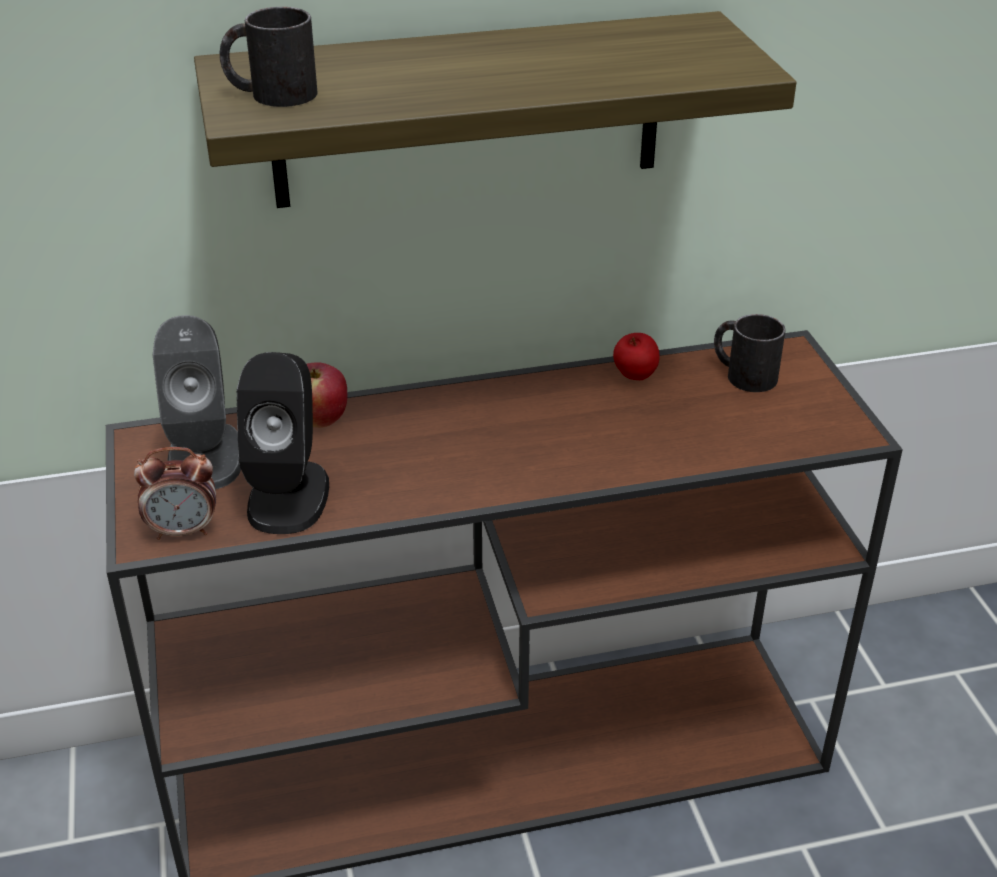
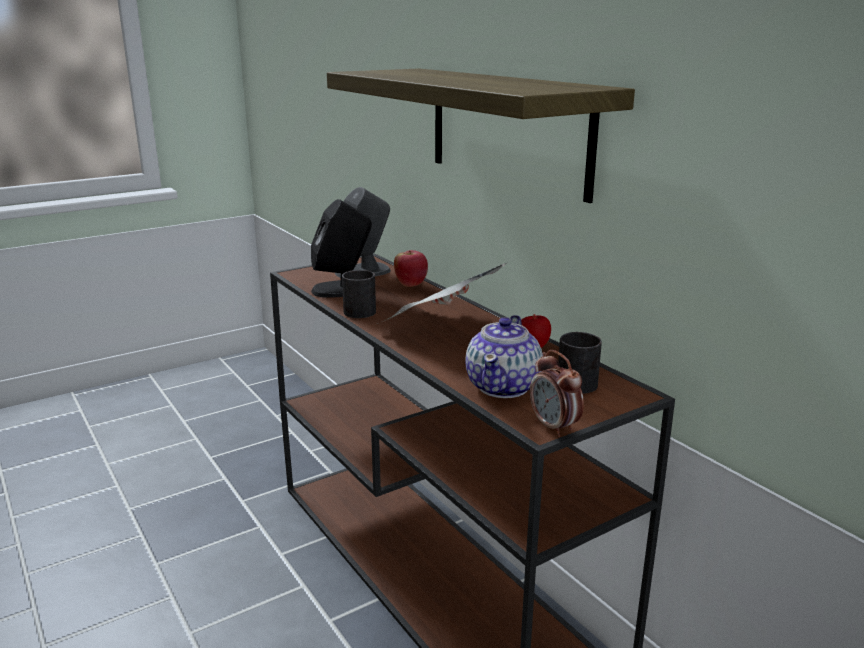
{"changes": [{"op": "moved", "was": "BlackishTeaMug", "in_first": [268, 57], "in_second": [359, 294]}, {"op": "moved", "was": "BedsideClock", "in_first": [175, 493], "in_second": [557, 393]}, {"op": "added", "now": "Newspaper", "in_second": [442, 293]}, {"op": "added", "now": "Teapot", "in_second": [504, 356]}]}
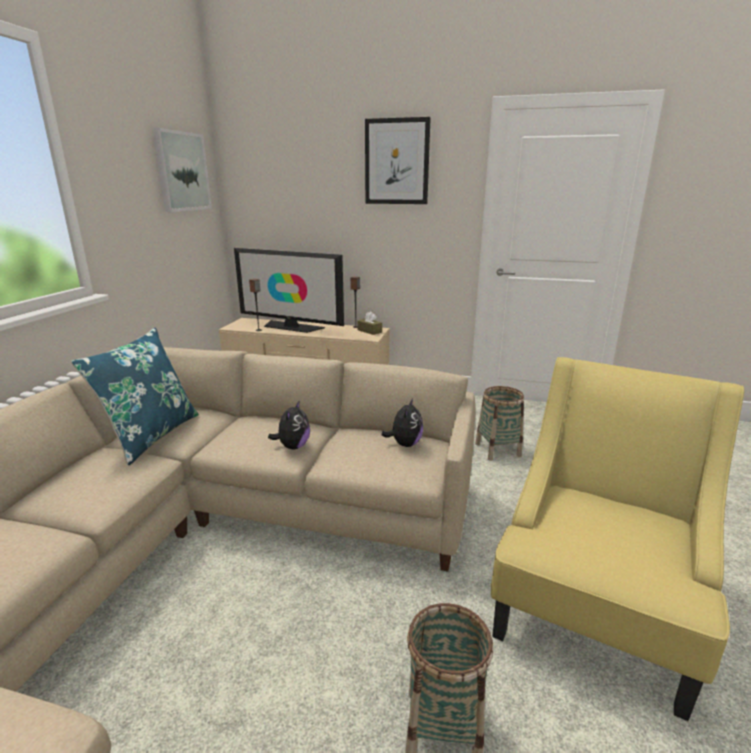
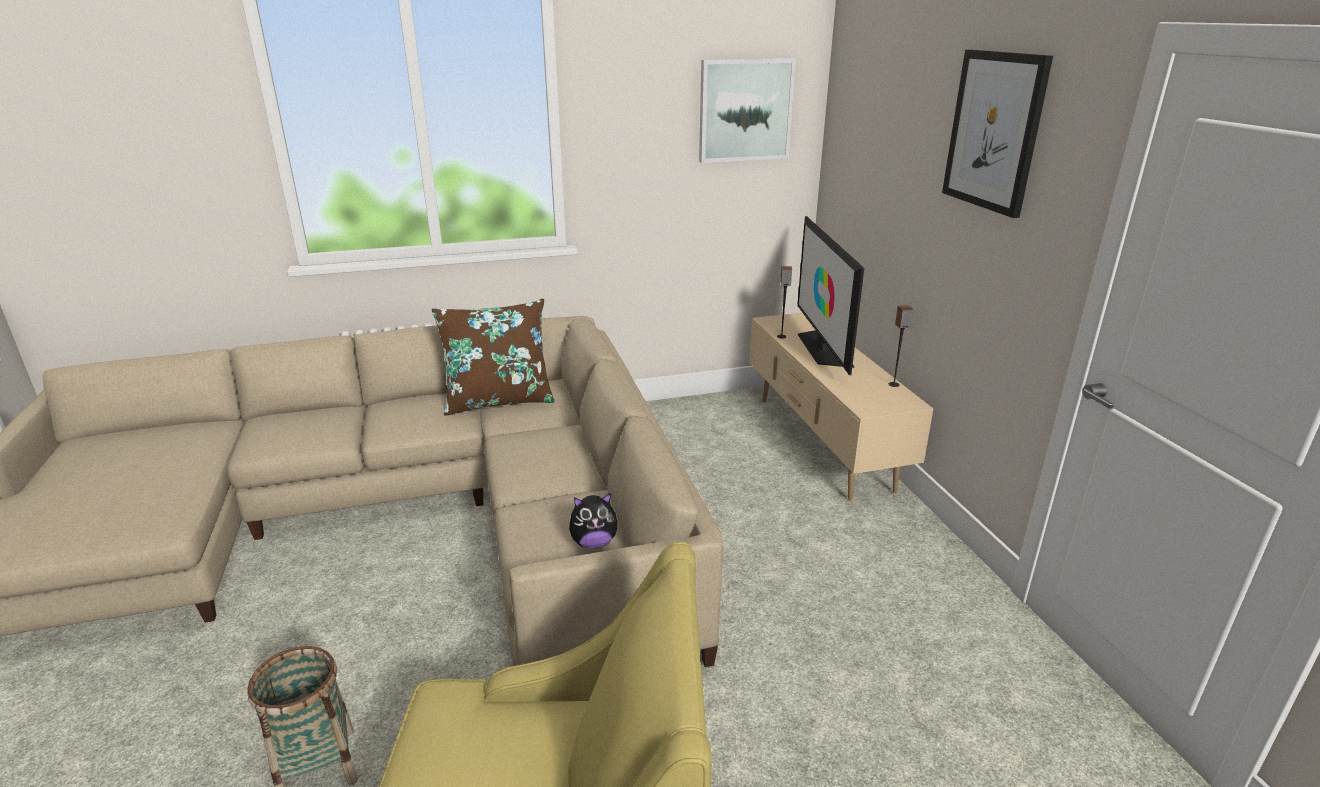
{"changes": [{"op": "removed", "was": "BrownColouredTissueBox", "in_first": [369, 323]}, {"op": "recoloured", "was": "BlueColouredThrowPillow", "now": "BrownColouredThrowPillow", "in_first": [135, 396], "in_second": [493, 357]}, {"op": "removed", "was": "HouseholdBasket", "in_first": [499, 423]}, {"op": "removed", "was": "CuddlyToy", "in_first": [289, 424]}]}
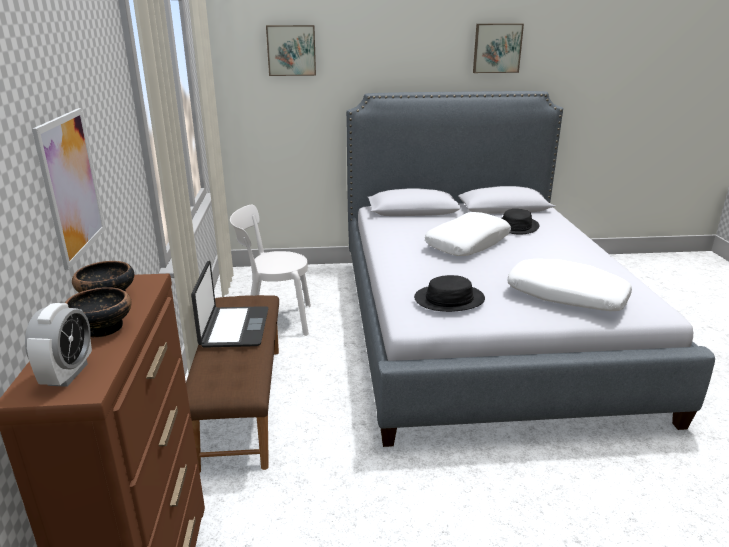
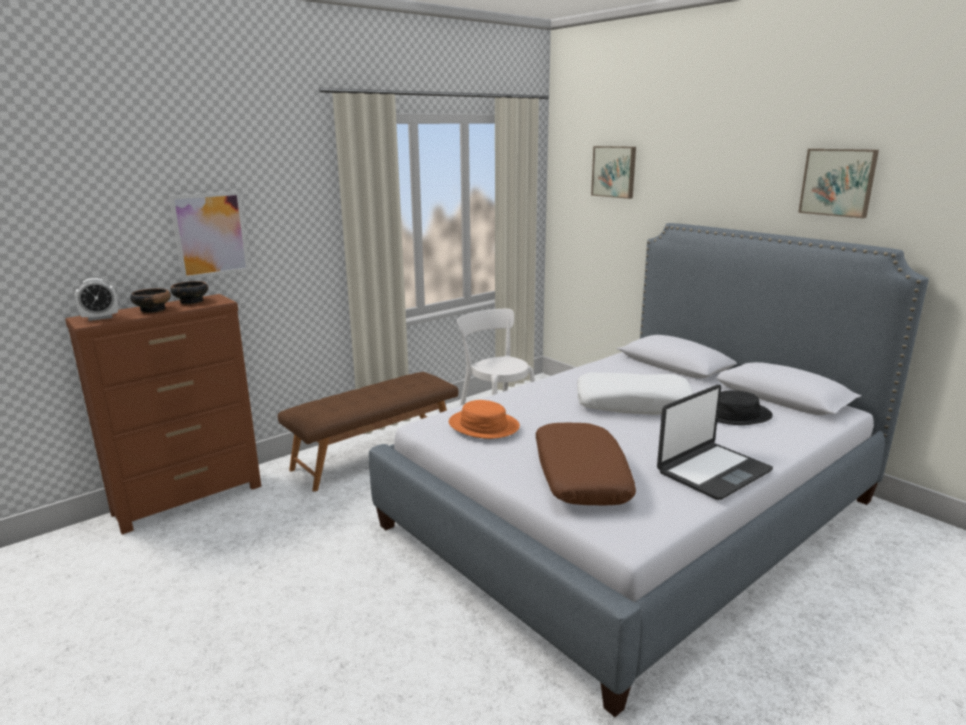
{"changes": [{"op": "recoloured", "was": "WhiteThrowPillow", "now": "BrownColouredThrowPillow", "in_first": [570, 285], "in_second": [586, 464]}, {"op": "moved", "was": "Laptop", "in_first": [229, 304], "in_second": [715, 442]}, {"op": "recoloured", "was": "BlackishClothingHat", "now": "OrangeColouredClothingHat", "in_first": [449, 293], "in_second": [484, 419]}]}
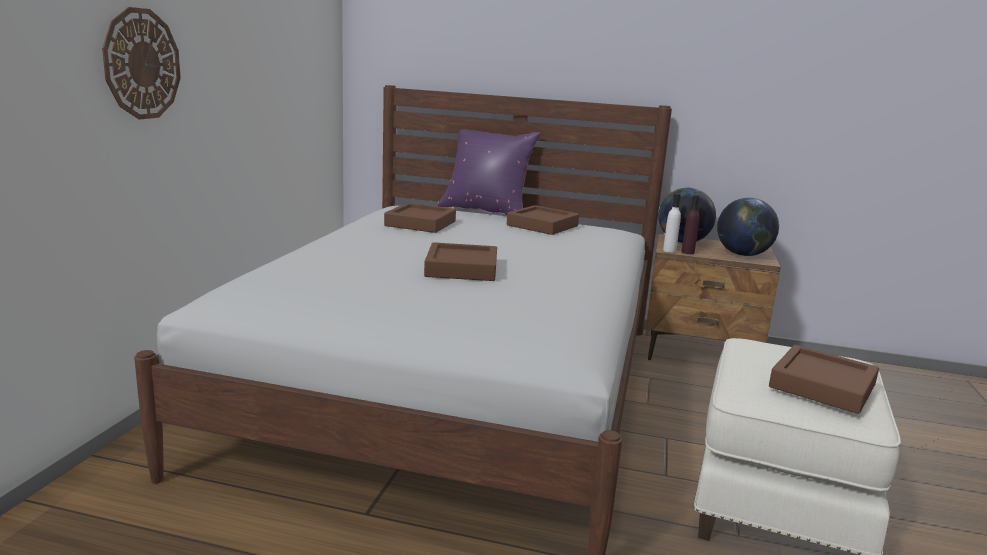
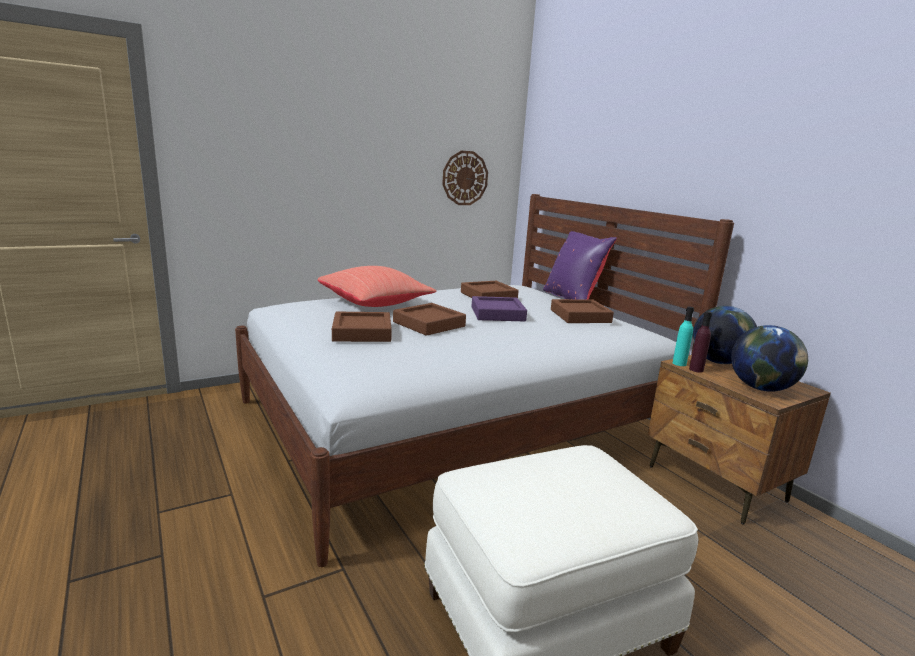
{"changes": [{"op": "moved", "was": "ClockOnTheWall", "in_first": [141, 63], "in_second": [465, 178]}, {"op": "recoloured", "was": "WhiteBottle", "now": "BlueGreenBottle", "in_first": [672, 223], "in_second": [683, 336]}, {"op": "moved", "was": "BrownColouredCarryingTray", "in_first": [824, 379], "in_second": [362, 327]}, {"op": "added", "now": "ReddishThrowPillow", "in_second": [376, 286]}, {"op": "added", "now": "PurpleCarryingTray", "in_second": [499, 308]}]}
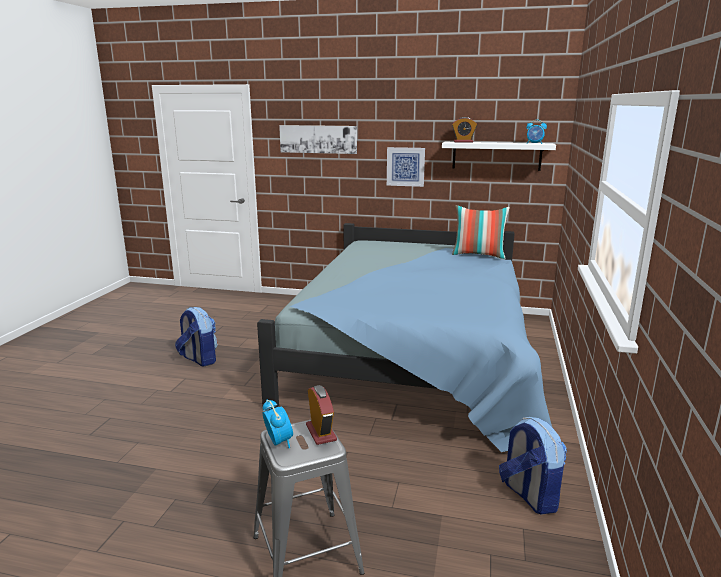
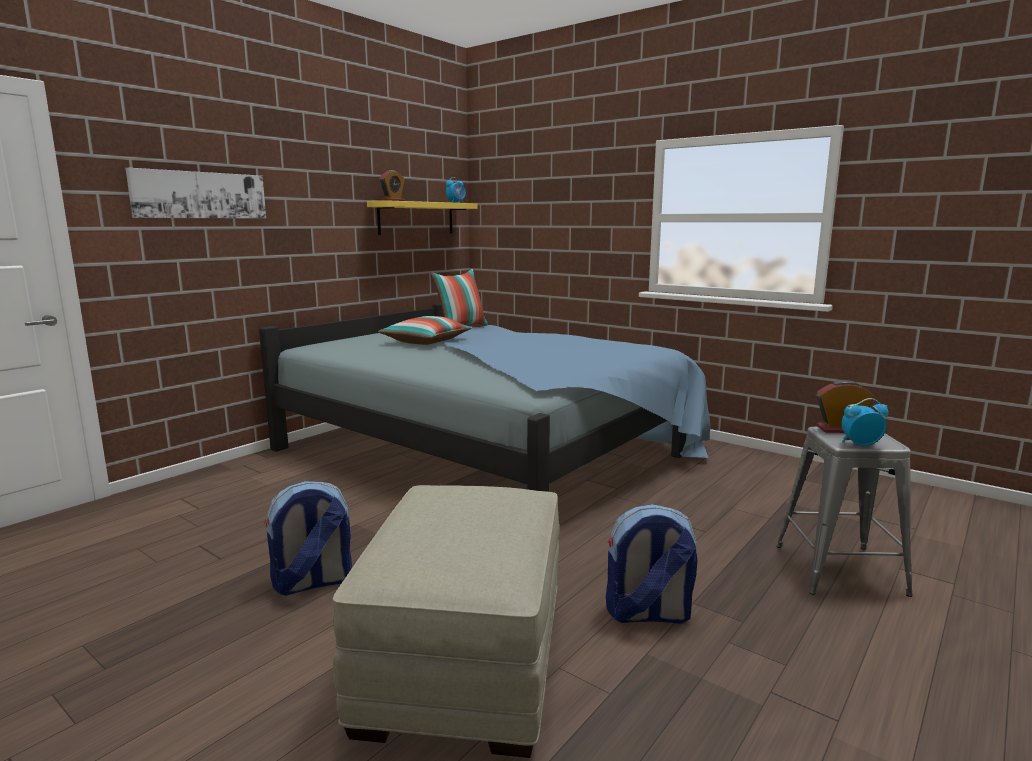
{"changes": [{"op": "recoloured", "was": "WhiteWallShelf", "now": "YellowWallShelf", "in_first": [499, 156], "in_second": [422, 217]}, {"op": "removed", "was": "WallPicture", "in_first": [406, 167]}, {"op": "moved", "was": "Rucksack", "in_first": [533, 466], "in_second": [651, 564]}, {"op": "added", "now": "ThrowPillow", "in_second": [424, 330]}, {"op": "added", "now": "BeigeColouredFootrest", "in_second": [446, 621]}]}
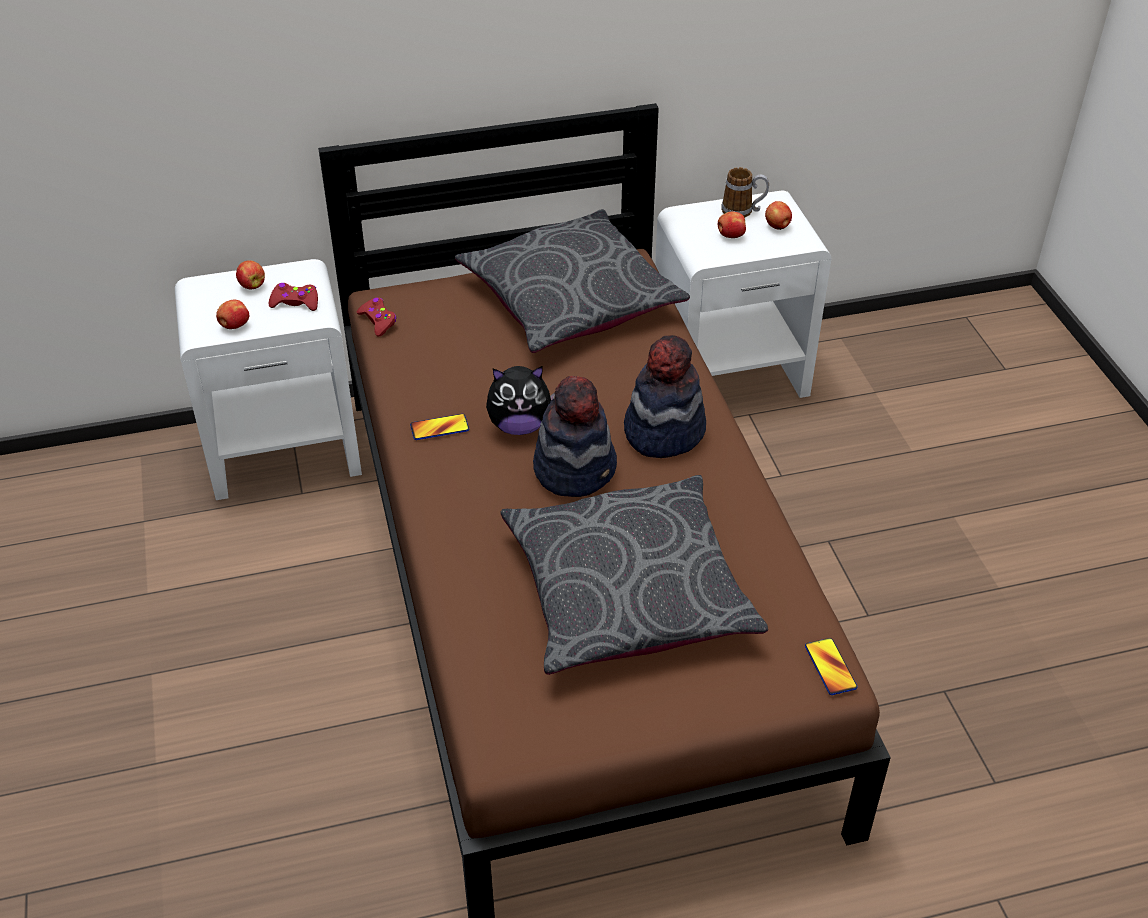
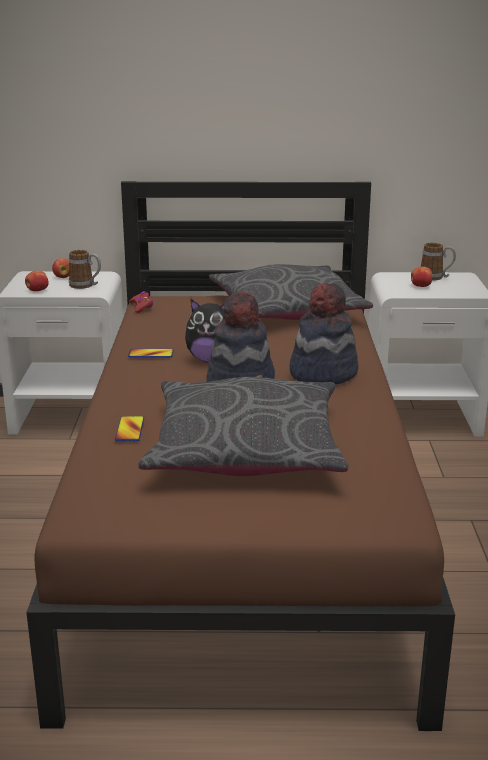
{"changes": [{"op": "removed", "was": "Apple", "in_first": [778, 215]}, {"op": "replaced", "was": "ReddishJoypad", "now": "TeaMug", "in_first": [293, 297], "in_second": [85, 269]}, {"op": "moved", "was": "Phone", "in_first": [831, 666], "in_second": [129, 428]}]}
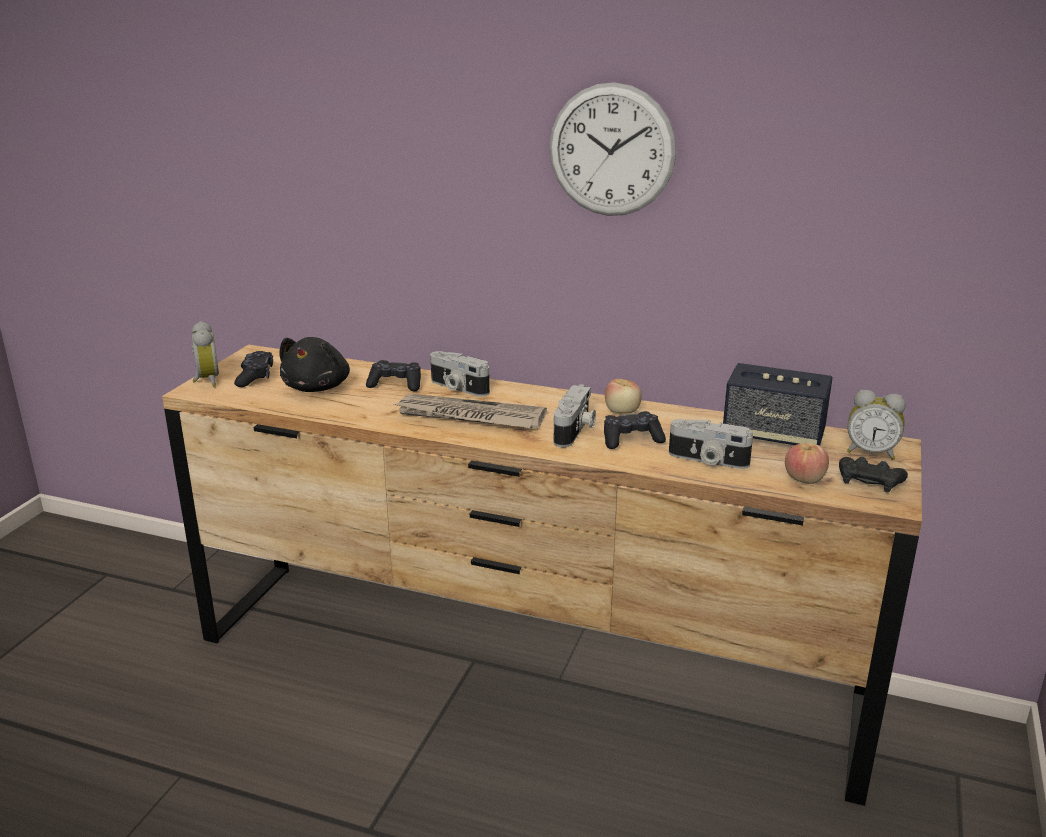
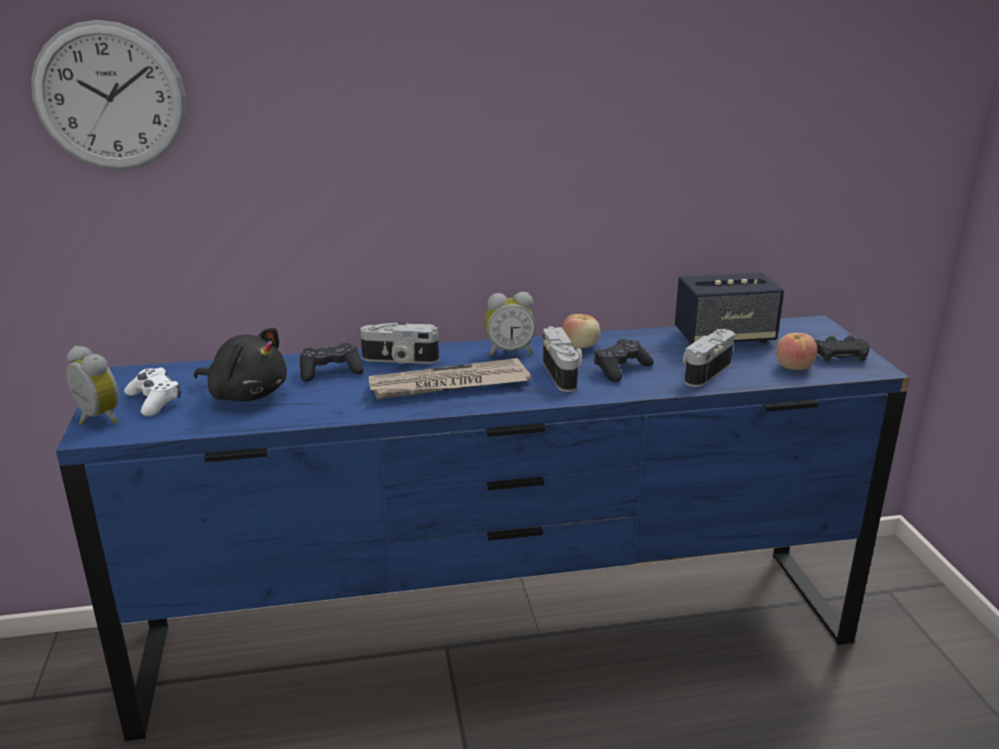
{"changes": [{"op": "moved", "was": "ClockOnTheWall", "in_first": [612, 149], "in_second": [108, 95]}, {"op": "turned", "was": "BlackishCuddlyToy", "in_first": [314, 364], "in_second": [240, 364], "clockwise": -45}, {"op": "recoloured", "was": "BrownColouredDresser", "now": "BlueColouredDresser", "in_first": [542, 575], "in_second": [483, 528]}, {"op": "recoloured", "was": "BlackishJoypad", "now": "WhiteJoypad", "in_first": [253, 369], "in_second": [152, 392]}, {"op": "moved", "was": "BedsideClock", "in_first": [876, 425], "in_second": [510, 324]}, {"op": "turned", "was": "StillCamera", "in_first": [711, 444], "in_second": [708, 358], "clockwise": 135}]}
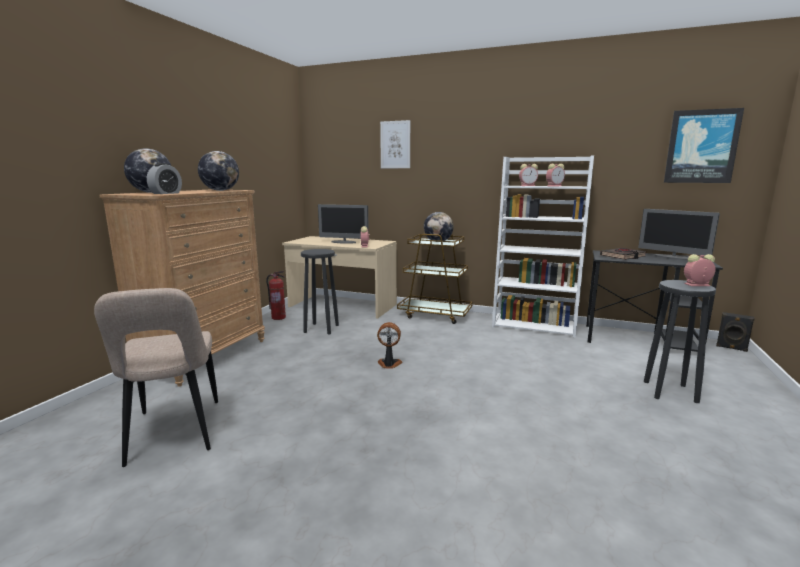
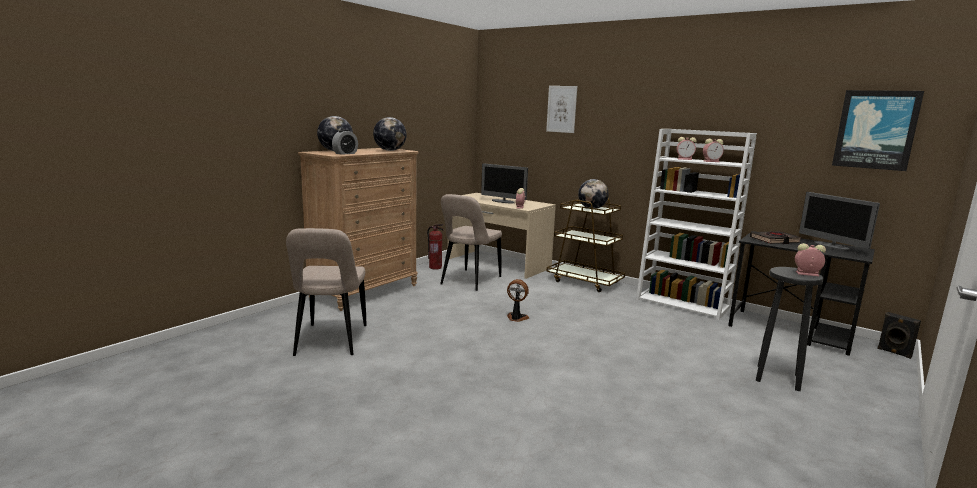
{"changes": [{"op": "replaced", "was": "BlackishStoolSeat", "now": "BeigeColouredChair", "in_first": [320, 291], "in_second": [471, 242]}]}
